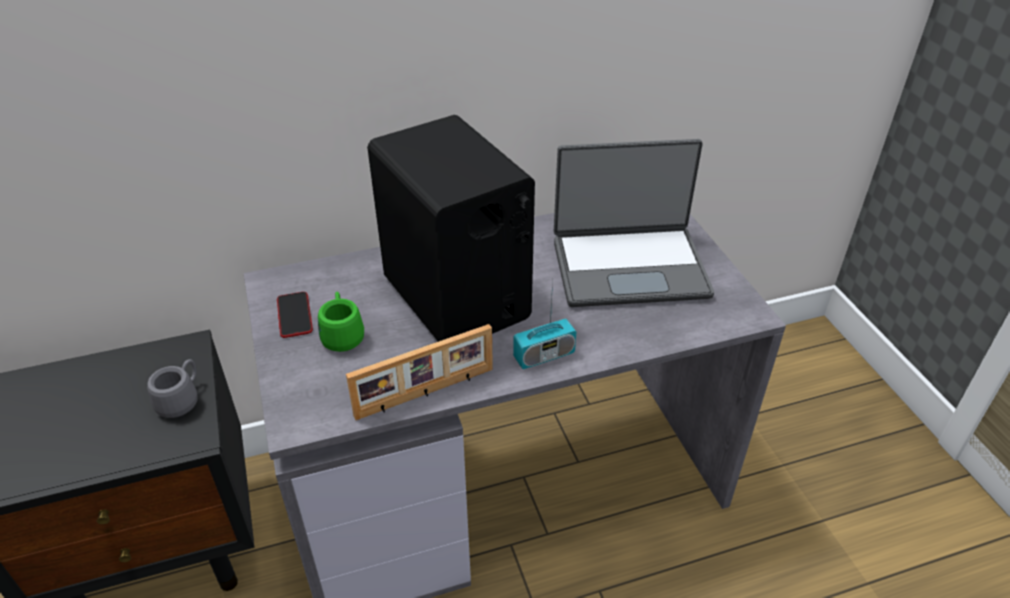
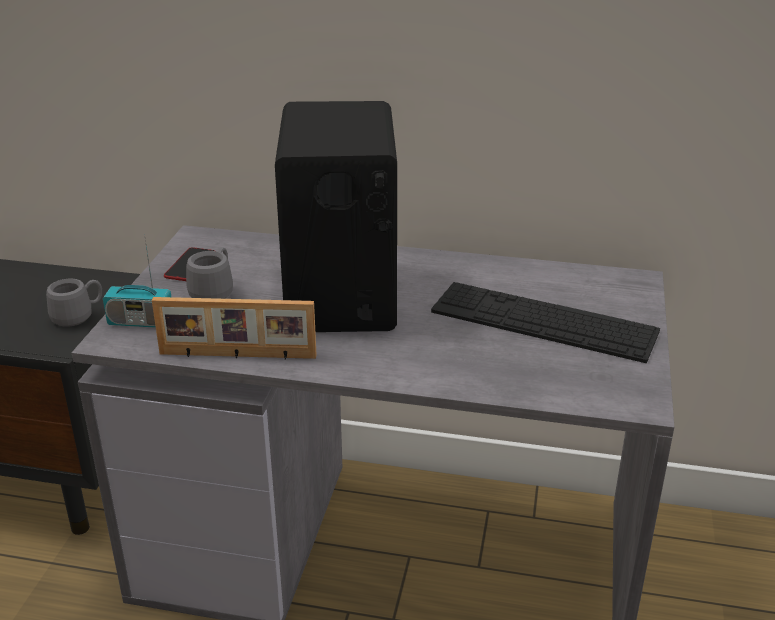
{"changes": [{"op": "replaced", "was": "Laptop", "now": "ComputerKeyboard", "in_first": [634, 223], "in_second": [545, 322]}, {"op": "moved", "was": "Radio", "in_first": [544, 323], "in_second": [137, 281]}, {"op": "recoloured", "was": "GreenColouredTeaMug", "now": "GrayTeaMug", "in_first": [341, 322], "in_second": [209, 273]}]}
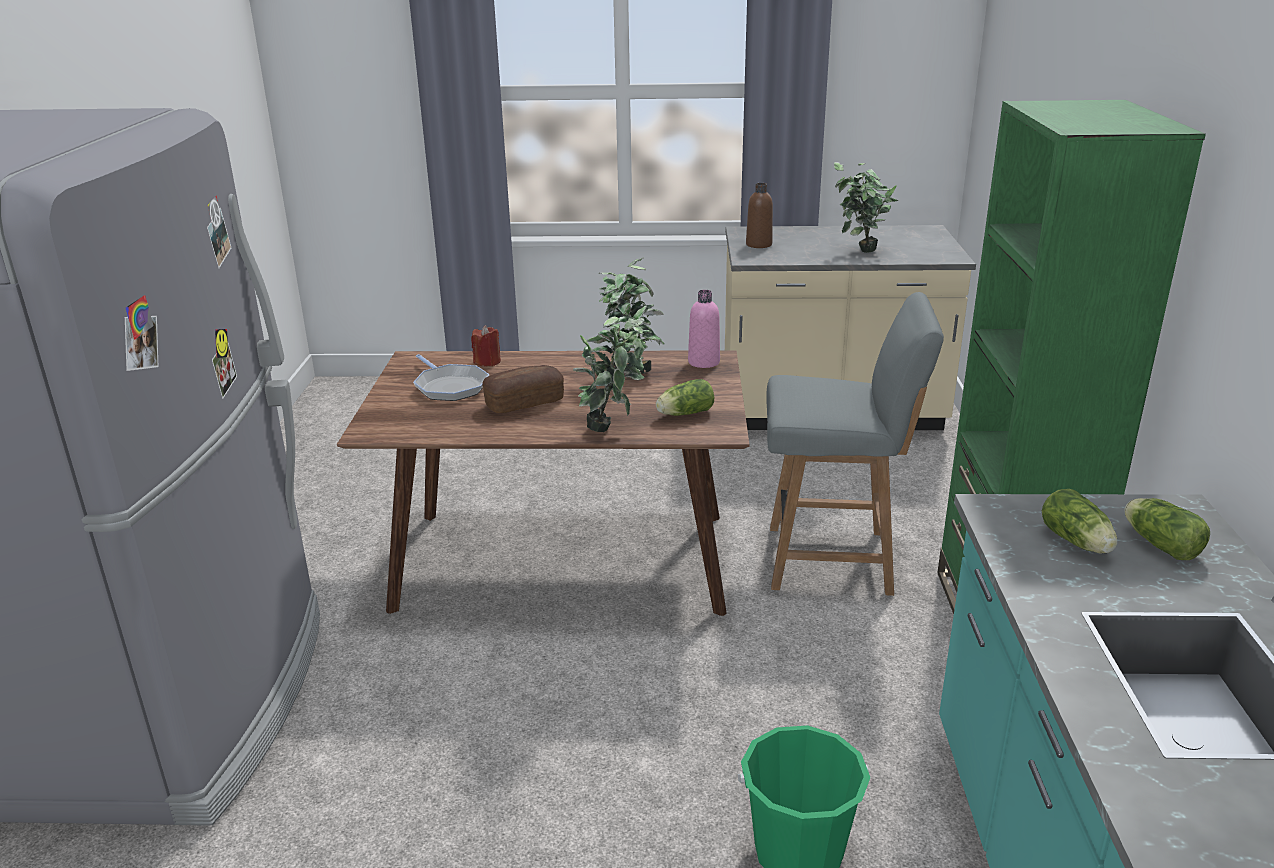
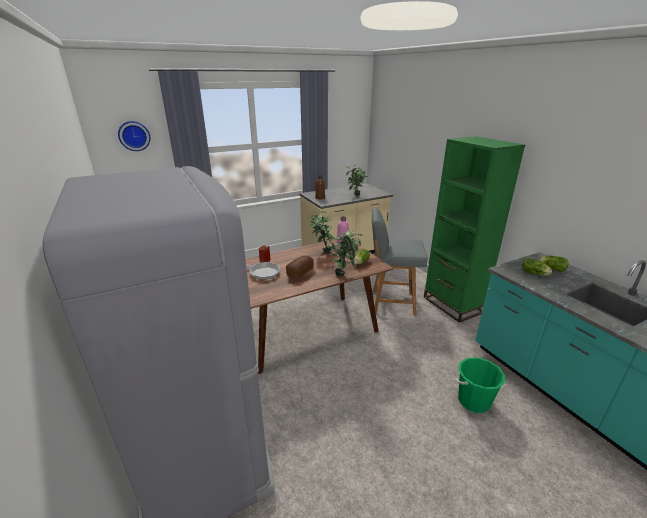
{"changes": [{"op": "turned", "was": "GrayChair", "in_first": [855, 444], "in_second": [399, 261], "clockwise": -150}, {"op": "added", "now": "ClockOnTheWall", "in_second": [134, 136]}]}
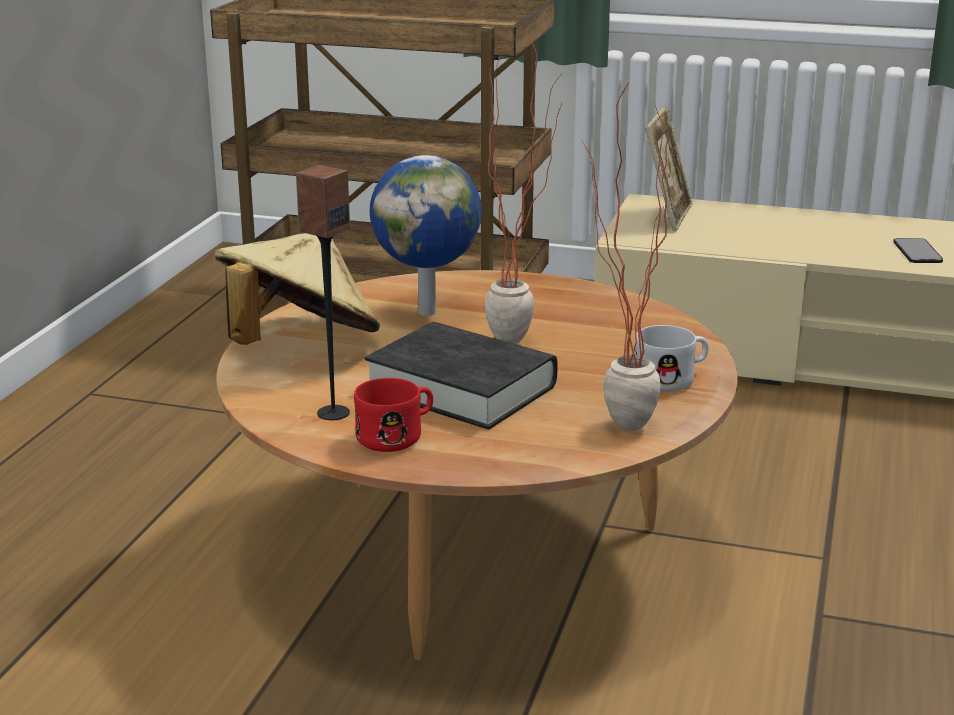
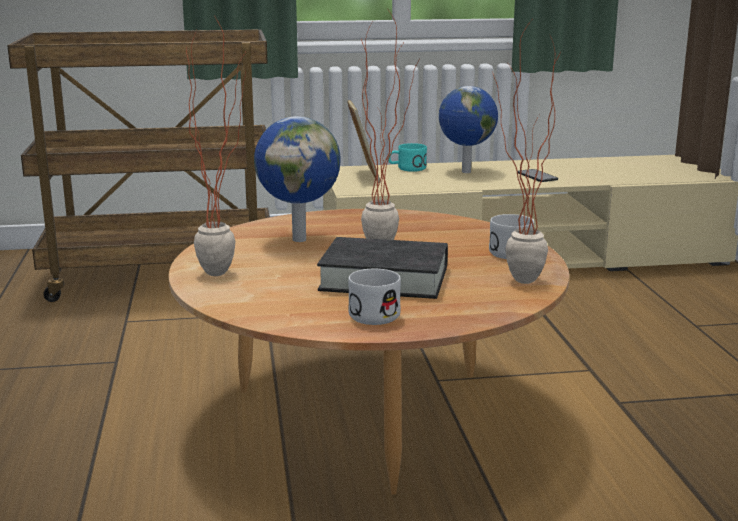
{"changes": [{"op": "removed", "was": "Loudspeaker", "in_first": [323, 292]}, {"op": "replaced", "was": "BeigeColouredClothingHat", "now": "PottedPlant", "in_first": [297, 289], "in_second": [216, 145]}, {"op": "recoloured", "was": "ReddishTeaMug", "now": "WhiteTeaMug", "in_first": [393, 415], "in_second": [374, 297]}, {"op": "added", "now": "DeskGlobe", "in_second": [468, 129]}, {"op": "added", "now": "BlueGreenTeaMug", "in_second": [407, 157]}]}
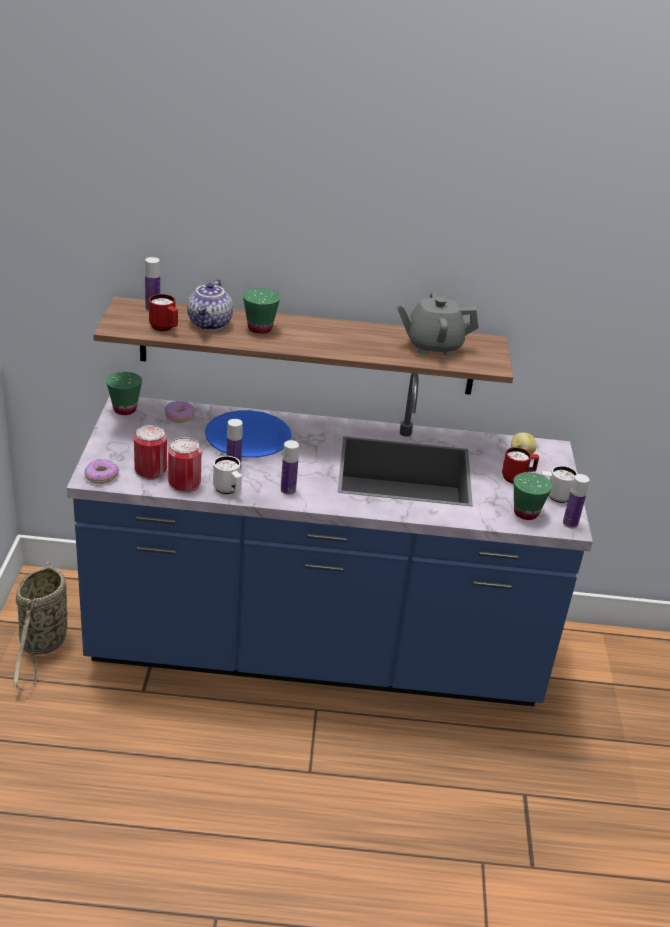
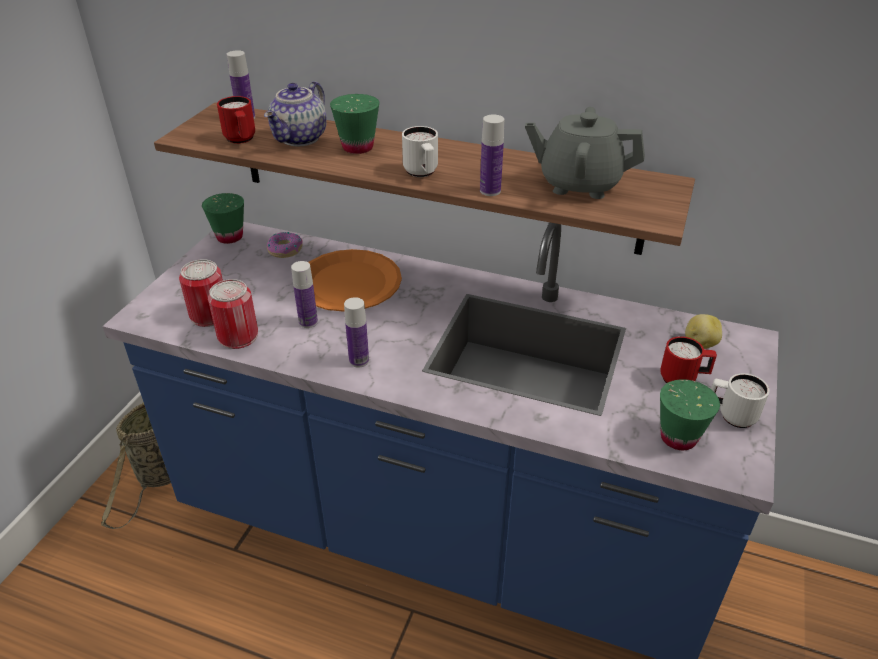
{"changes": [{"op": "recoloured", "was": "BlueColouredPlate", "now": "OrangeColouredPlate", "in_first": [248, 434], "in_second": [355, 280]}, {"op": "moved", "was": "WhiteTeaMug", "in_first": [227, 475], "in_second": [420, 151]}, {"op": "removed", "was": "Donut", "in_first": [101, 471]}, {"op": "moved", "was": "Bottle", "in_first": [576, 501], "in_second": [492, 155]}]}
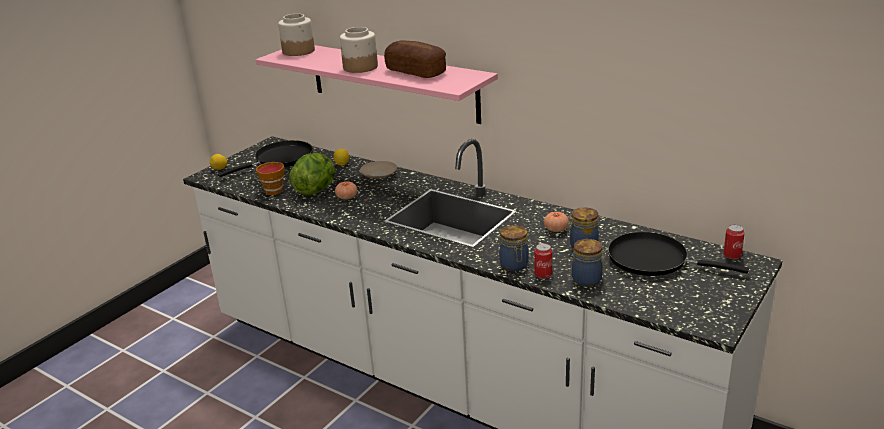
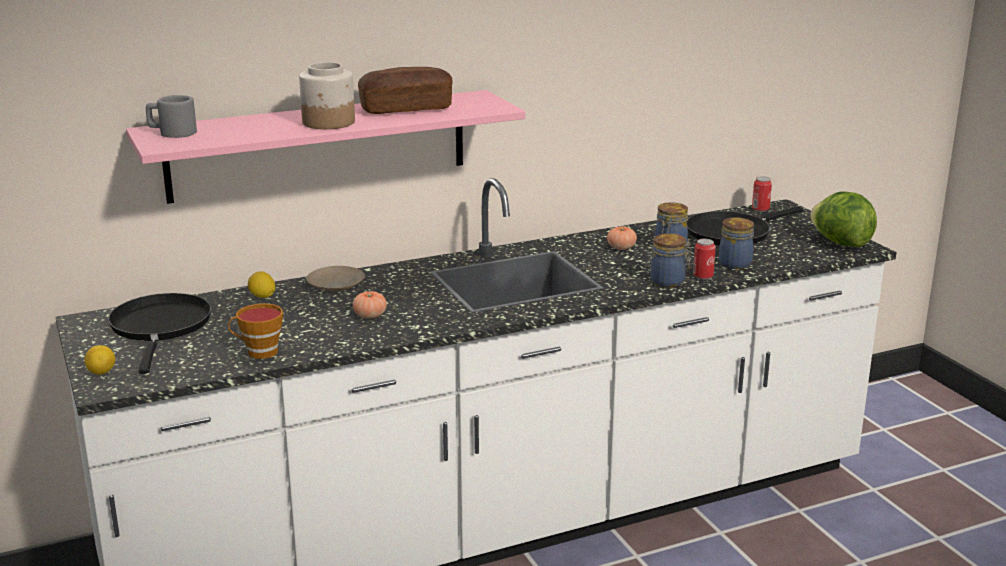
{"changes": [{"op": "replaced", "was": "PreserveJar", "now": "GrayTeaMug", "in_first": [296, 35], "in_second": [171, 116]}, {"op": "moved", "was": "HeadOfLettuce", "in_first": [312, 174], "in_second": [843, 219]}]}
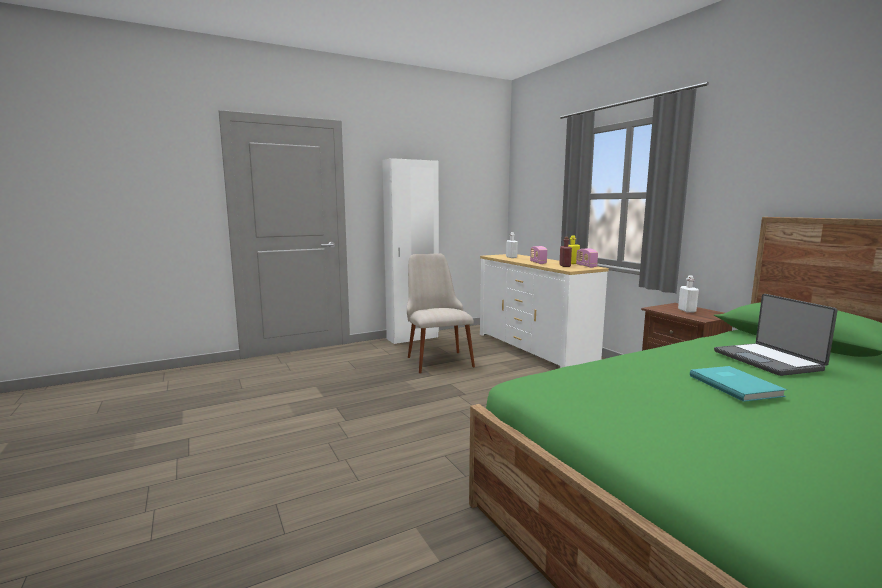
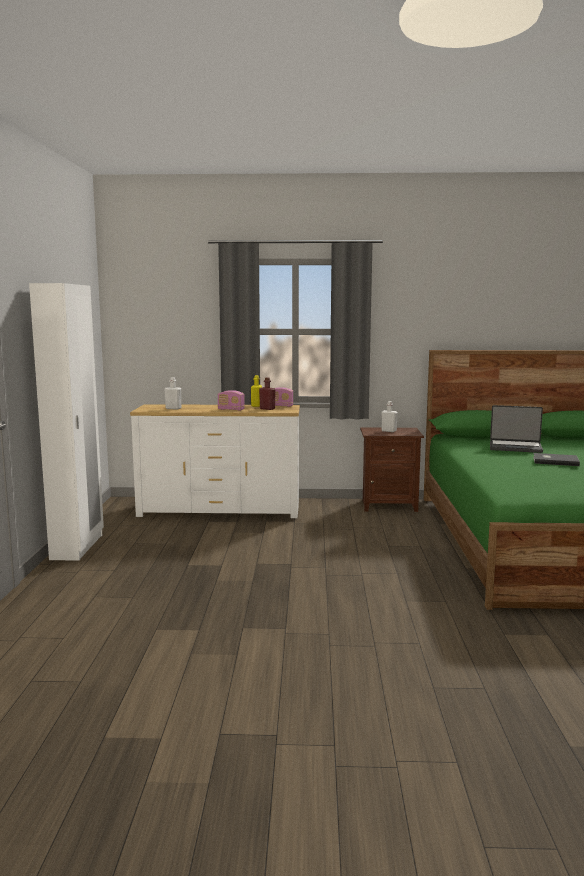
{"changes": [{"op": "removed", "was": "BeigeColouredChair", "in_first": [441, 313]}, {"op": "recoloured", "was": "BlueGreenBoundBook", "now": "GrayBoundBook", "in_first": [738, 384], "in_second": [556, 459]}]}
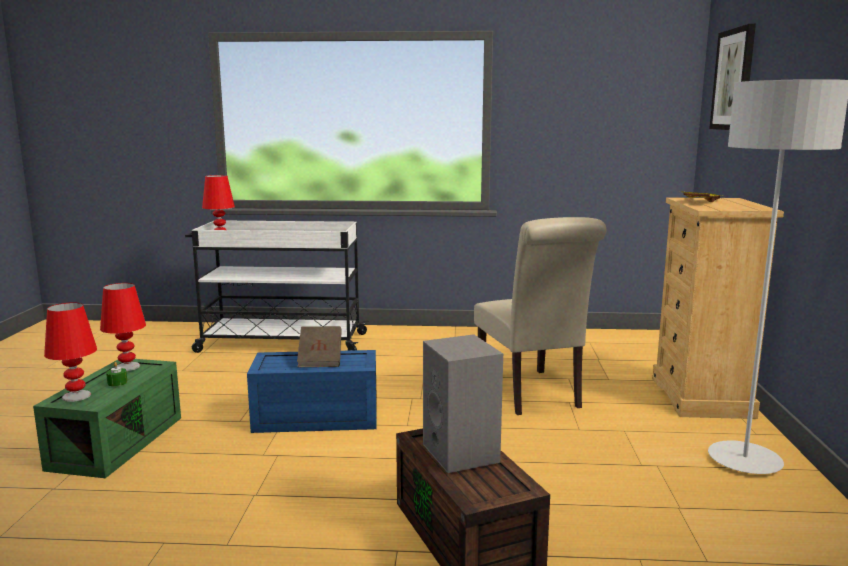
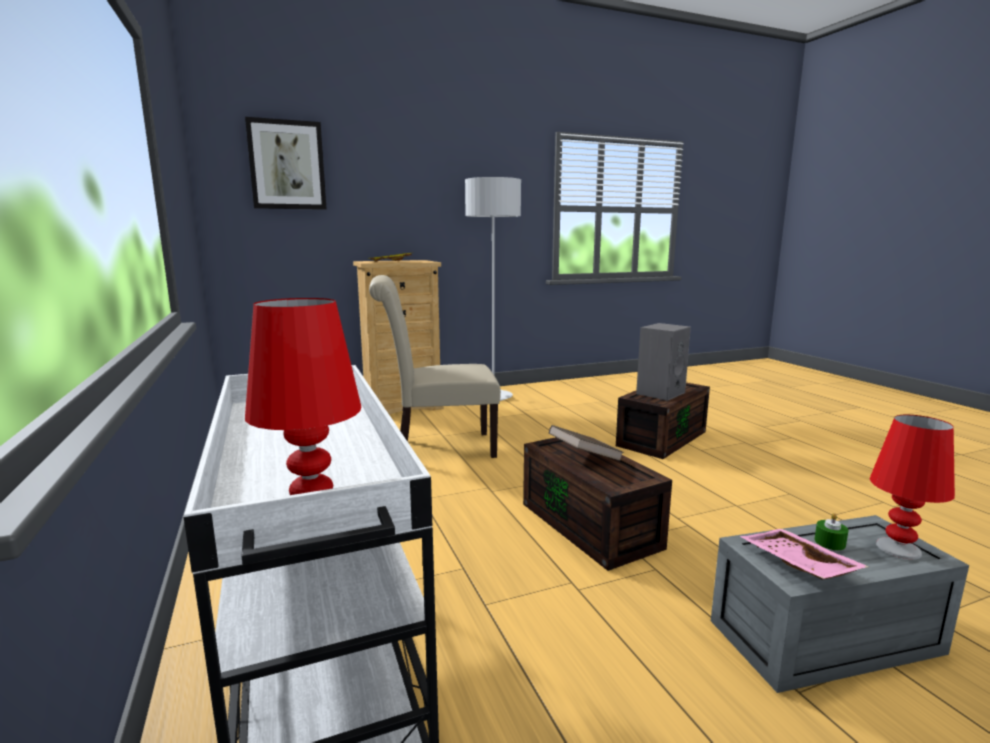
{"changes": [{"op": "turned", "was": "BeigeColouredChair", "in_first": [540, 316], "in_second": [435, 366], "clockwise": -150}, {"op": "replaced", "was": "ReddishTableLamp", "now": "PinkColouredCarryingTray", "in_first": [123, 327], "in_second": [804, 554]}, {"op": "recoloured", "was": "BlueColouredStorageContainer", "now": "BrownColouredStorageContainer", "in_first": [312, 391], "in_second": [597, 504]}, {"op": "recoloured", "was": "GreenColouredStorageContainer", "now": "GrayStorageContainer", "in_first": [107, 418], "in_second": [840, 604]}]}
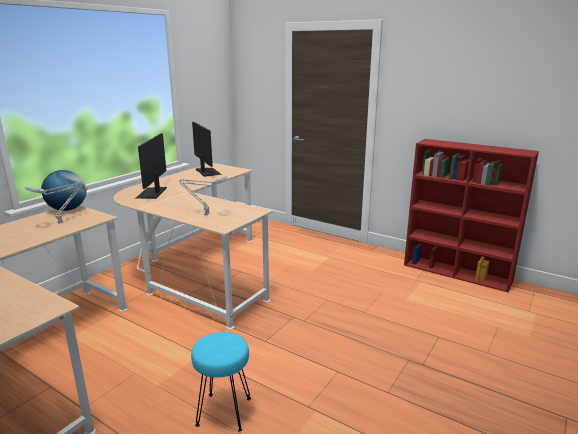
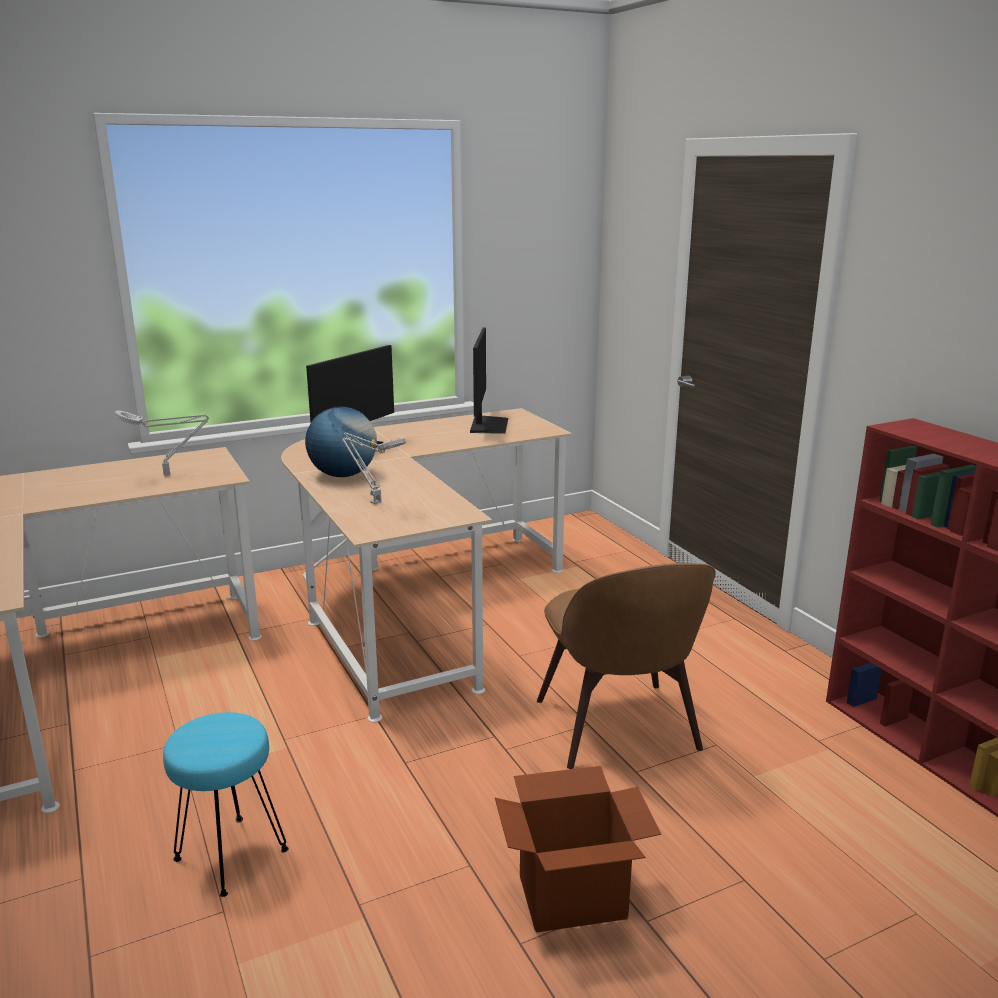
{"changes": [{"op": "moved", "was": "DeskGlobe", "in_first": [64, 190], "in_second": [341, 441]}, {"op": "added", "now": "BrownColouredChair", "in_second": [626, 666]}, {"op": "added", "now": "Carton", "in_second": [578, 849]}]}
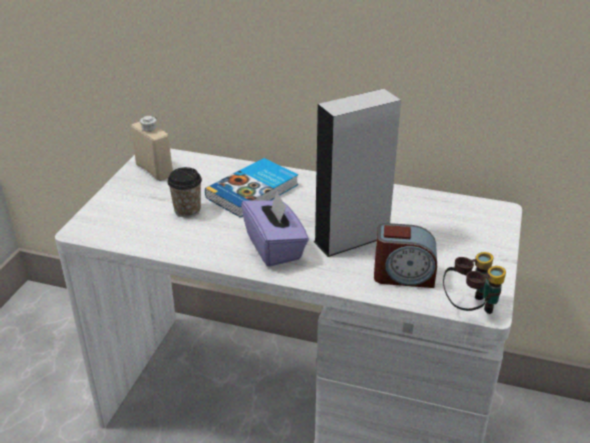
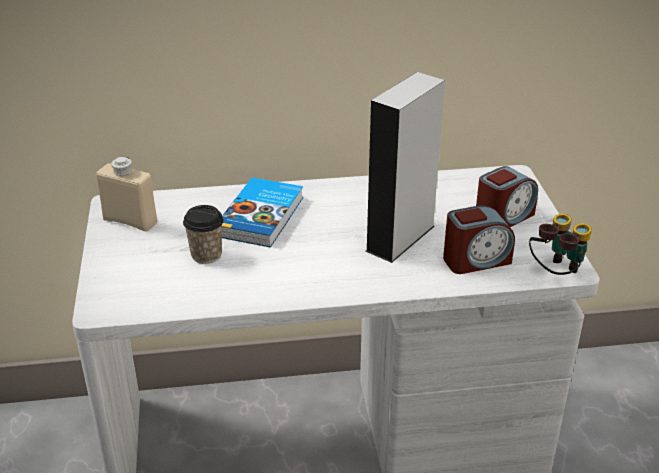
{"changes": [{"op": "removed", "was": "PurpleTissueBox", "in_first": [275, 229]}, {"op": "added", "now": "BedsideClock", "in_second": [507, 196]}]}
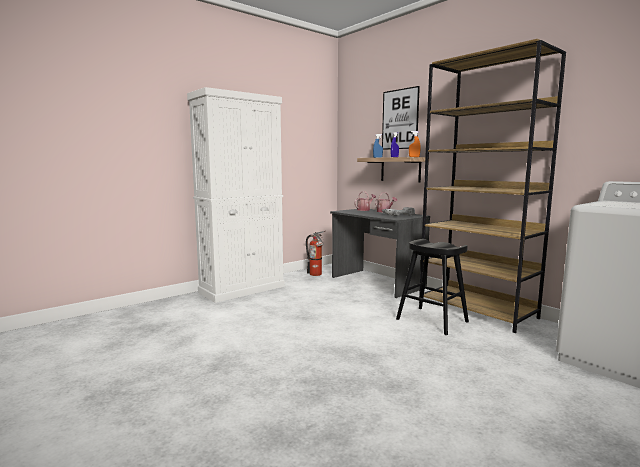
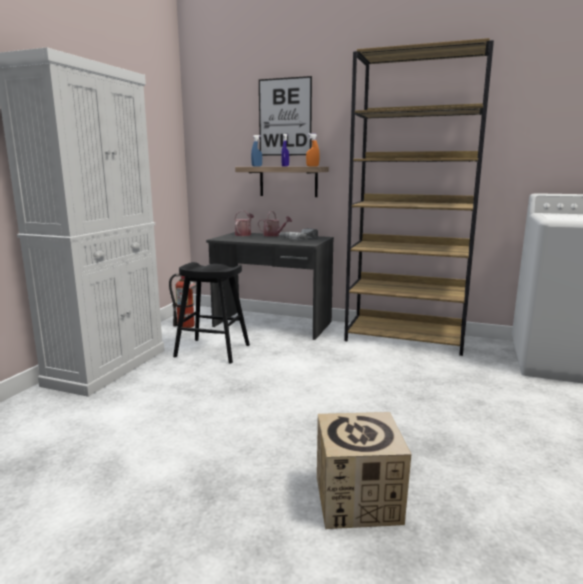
{"changes": [{"op": "moved", "was": "BlackishStoolSeat", "in_first": [432, 287], "in_second": [211, 313]}, {"op": "added", "now": "Carton", "in_second": [364, 470]}]}
